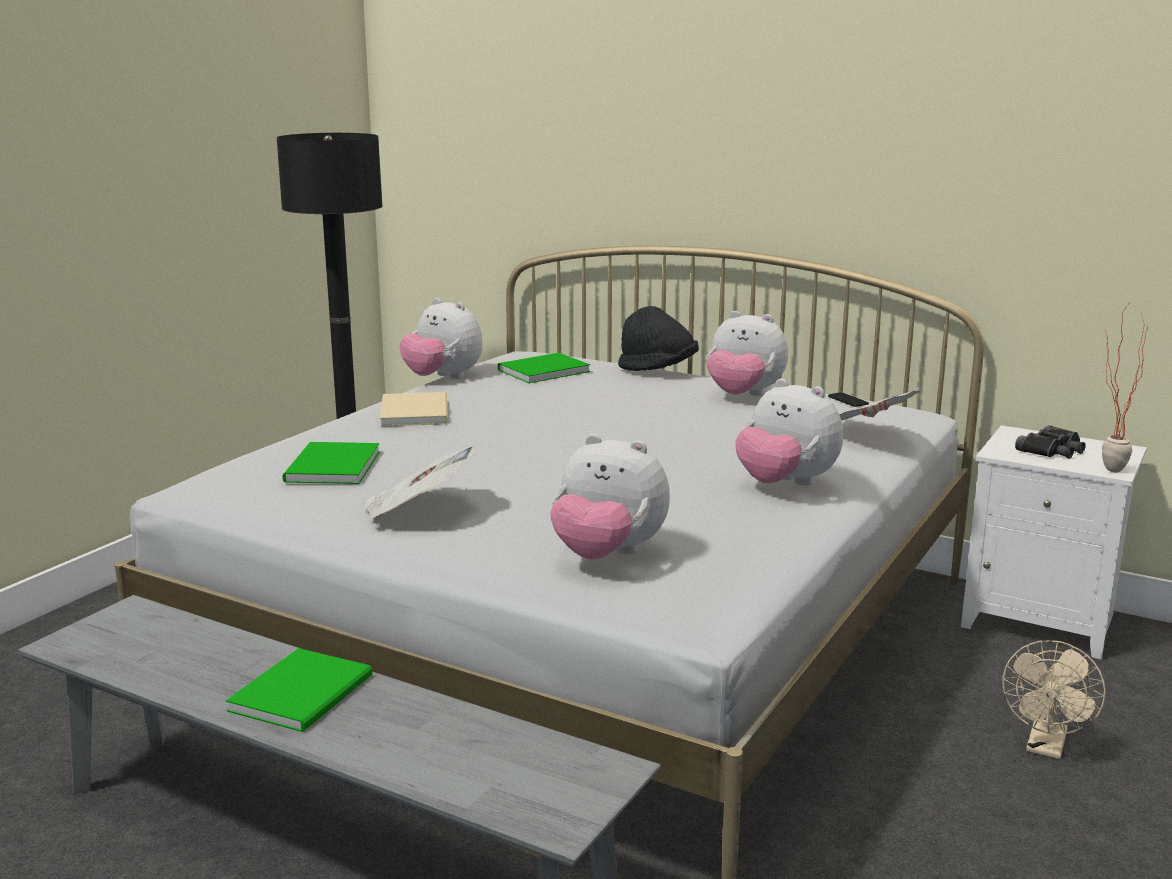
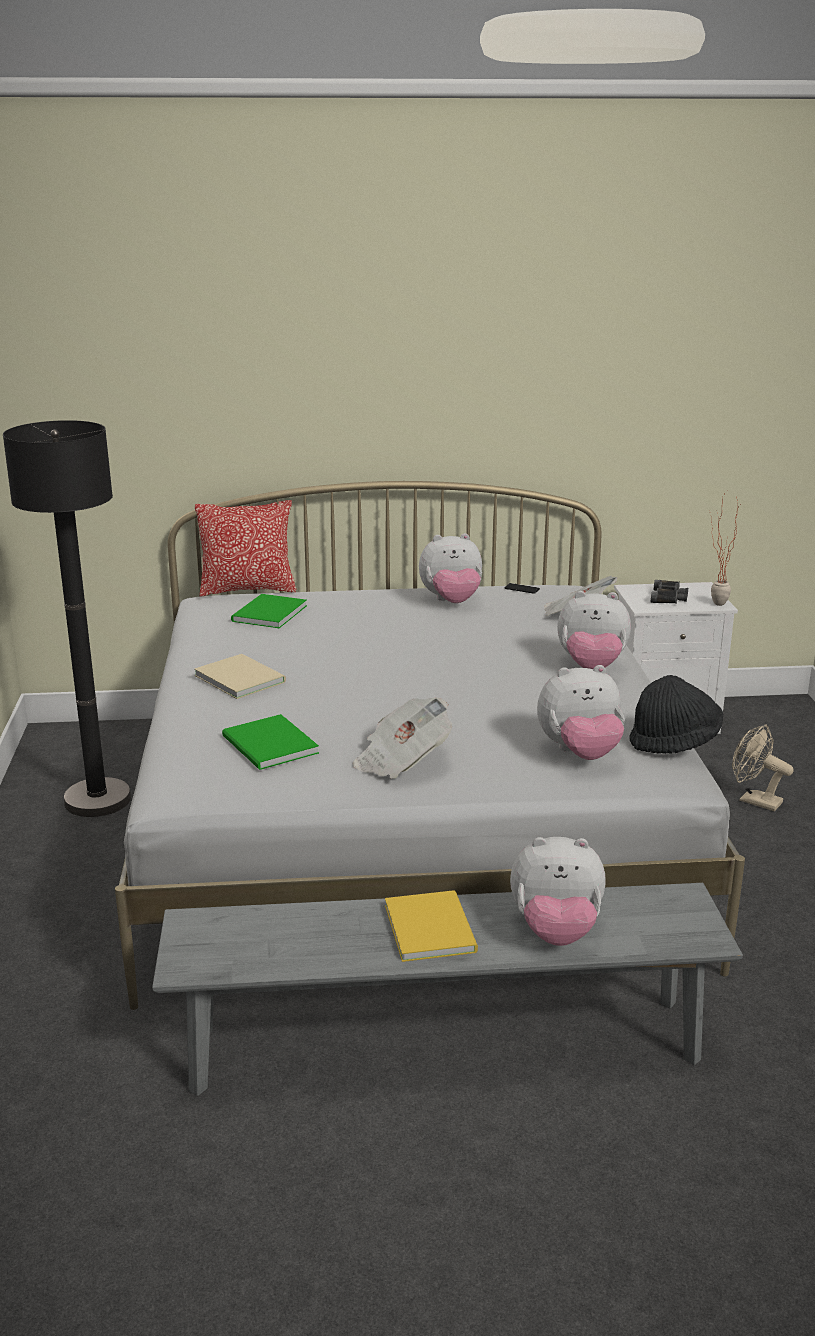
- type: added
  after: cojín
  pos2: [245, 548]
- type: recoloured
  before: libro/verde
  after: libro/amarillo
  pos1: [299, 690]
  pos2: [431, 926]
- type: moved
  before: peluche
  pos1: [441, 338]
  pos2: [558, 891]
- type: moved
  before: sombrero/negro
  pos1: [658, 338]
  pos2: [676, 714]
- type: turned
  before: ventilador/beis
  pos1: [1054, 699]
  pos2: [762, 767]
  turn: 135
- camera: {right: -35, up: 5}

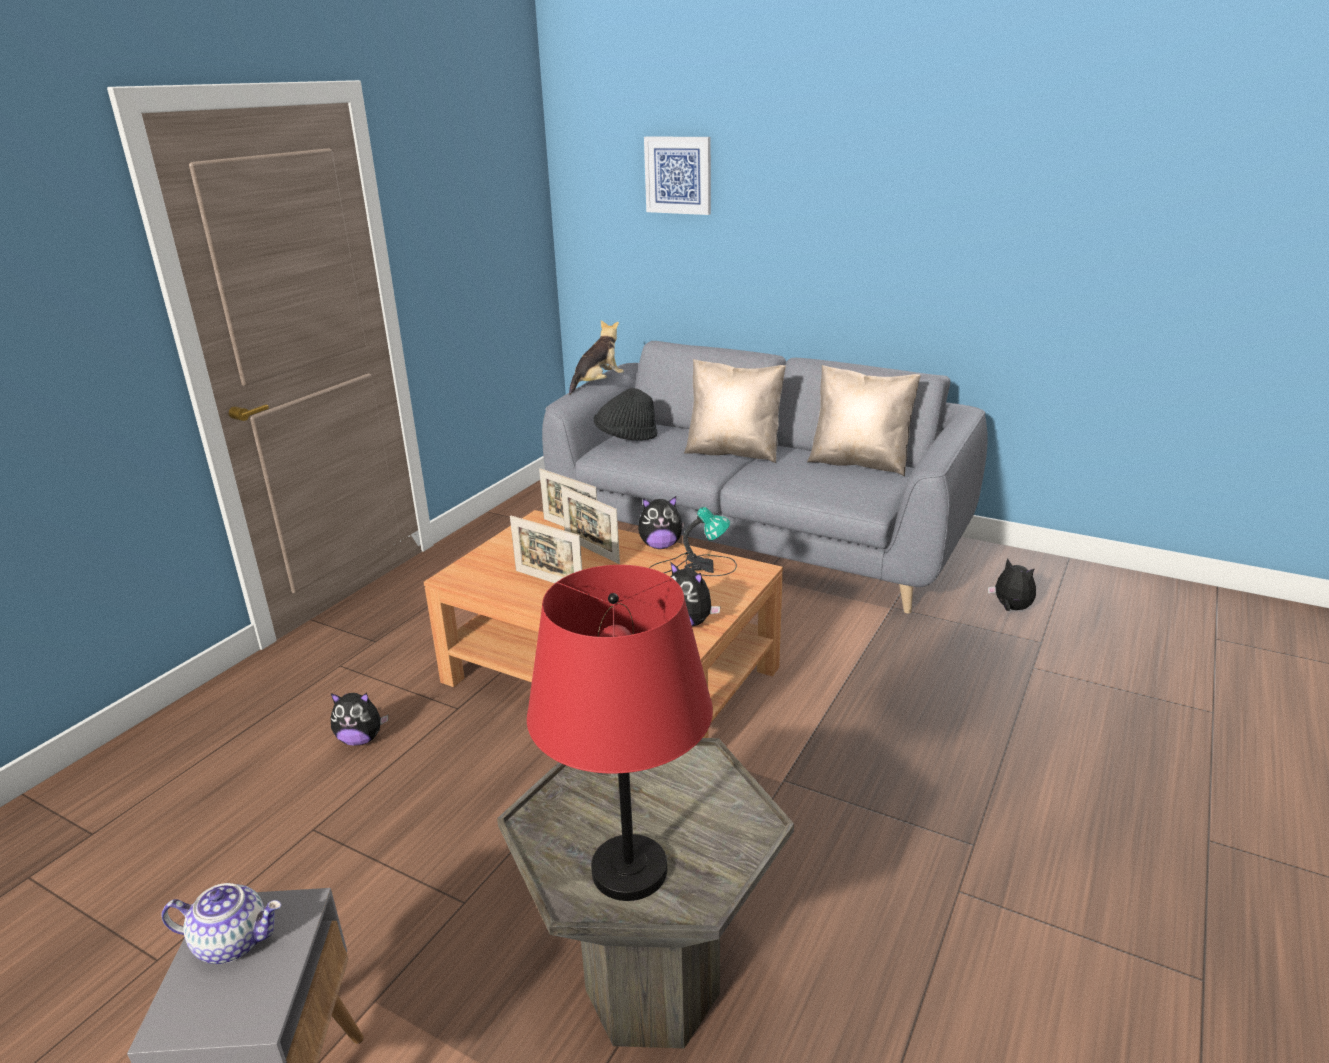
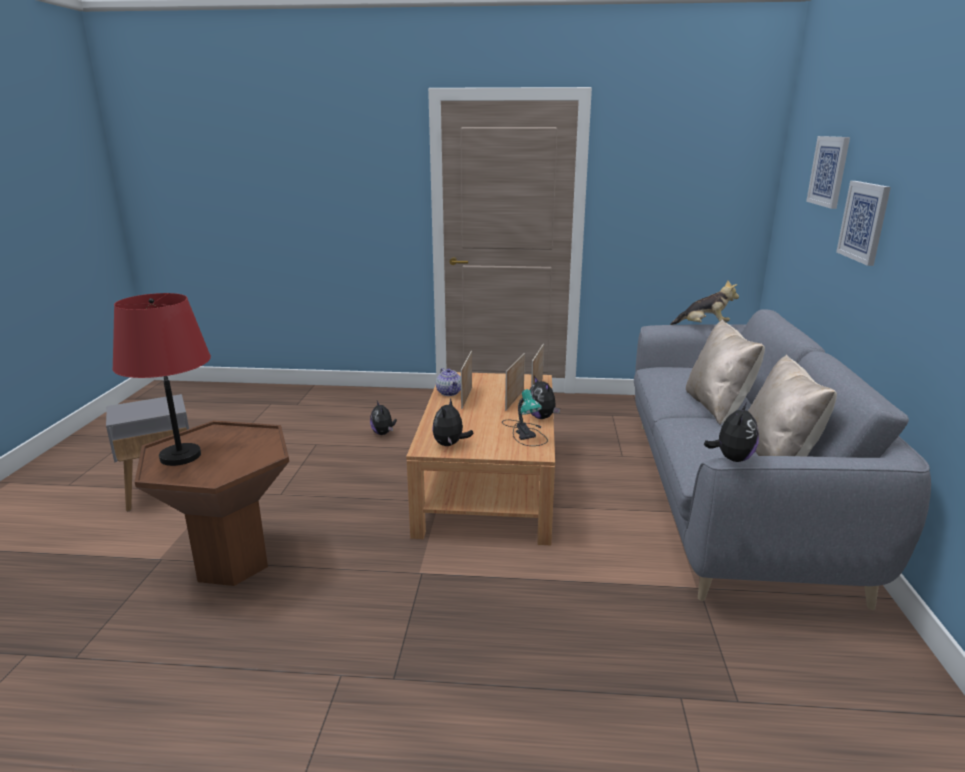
- type: recoloured
  before: mesa auxiliar/gris
  after: mesa auxiliar/marrón
  pos1: [645, 893]
  pos2: [212, 503]
- type: moved
  before: tetera
  pos1: [222, 923]
  pos2: [448, 382]
- type: moved
  before: peluche
  pos1: [1012, 584]
  pos2: [731, 432]
- type: added
  after: cuadro
  pos2: [863, 223]
- type: removed
  before: sombrero/negro
  pos1: [625, 414]
- camera: {right: 65, up: -5}

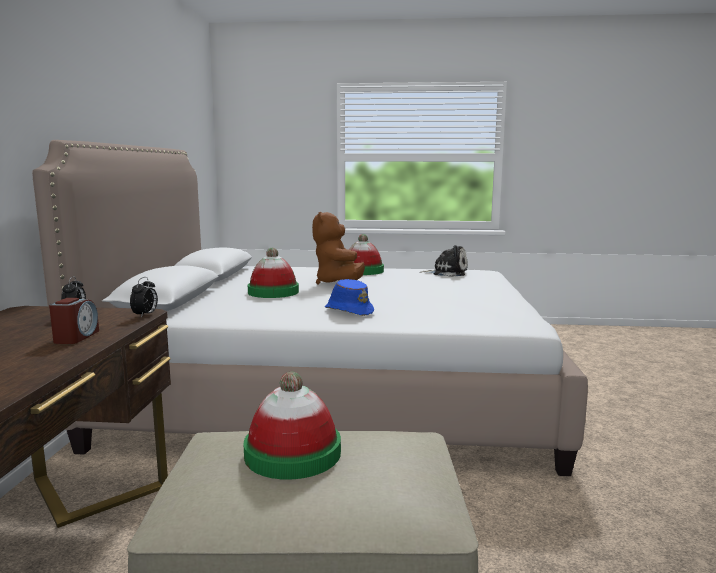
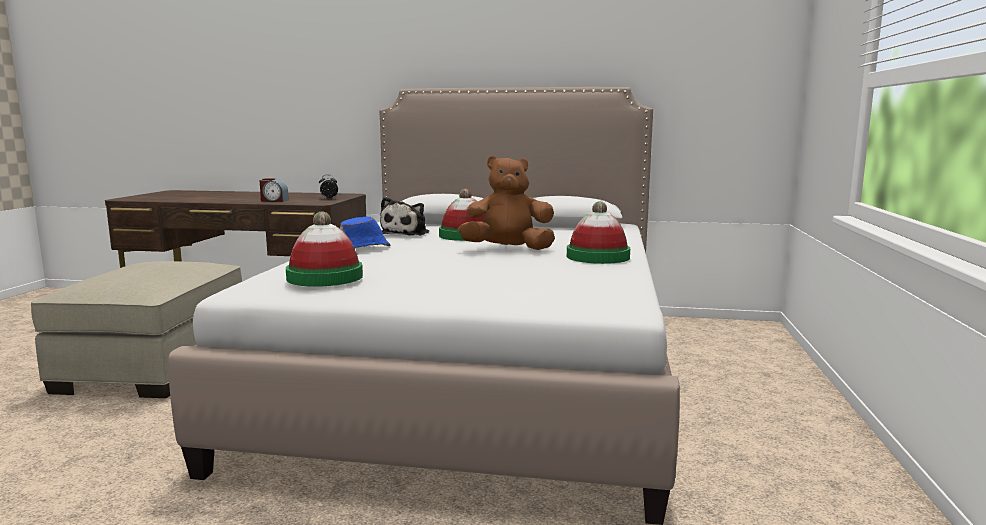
- type: moved
  before: sombrero
  pos1: [292, 426]
  pos2: [324, 249]
- type: moved
  before: peluche
  pos1: [444, 261]
  pos2: [404, 216]
- type: removed
  before: despertador
  pos1: [144, 297]
- camera: {right: 95, up: 0}

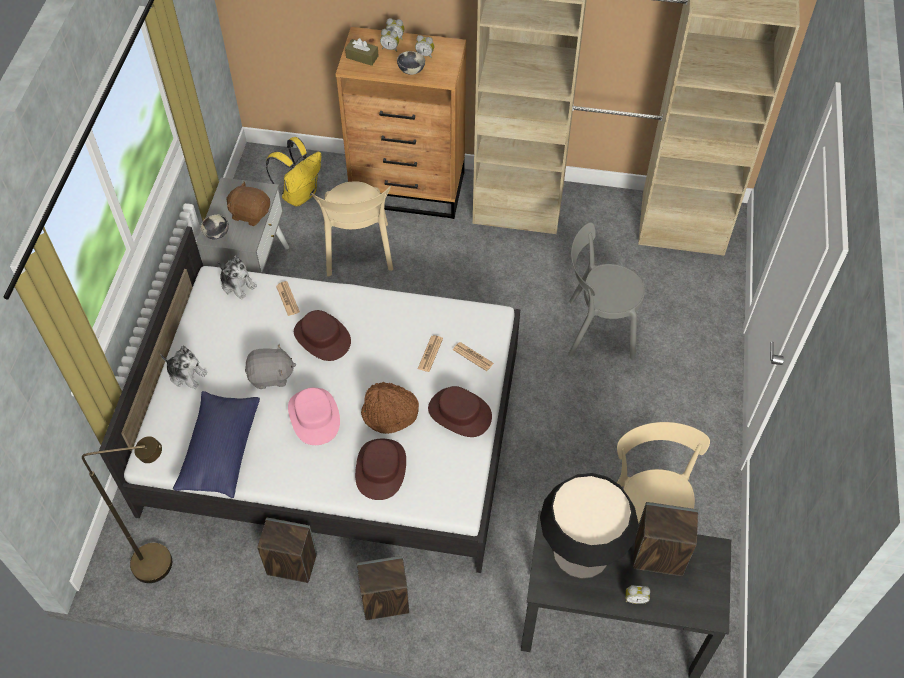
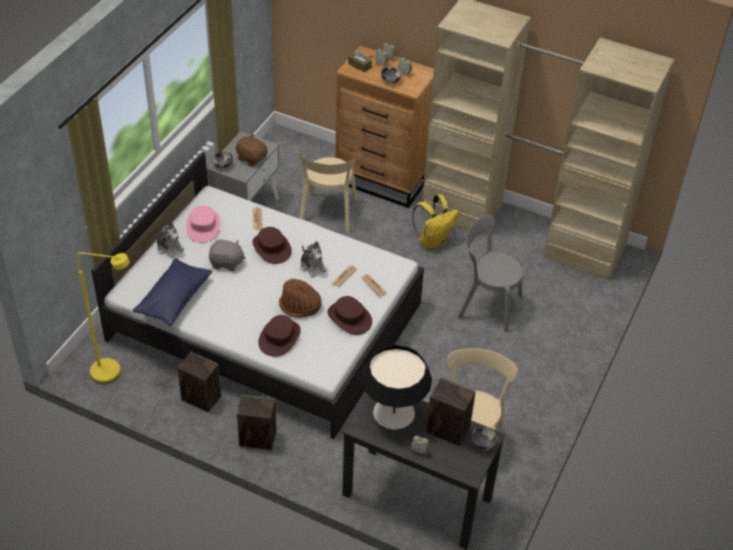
- type: recoloured
  before: lámpara de pie/marrón
  after: lámpara de pie/amarillo
  pos1: [127, 509]
  pos2: [103, 318]
- type: moved
  before: sombrero/rosa
  pos1: [314, 416]
  pos2: [203, 224]
- type: moved
  before: peluche
  pos1: [237, 277]
  pos2: [313, 259]
- type: moved
  before: mochila/amarillo
  pos1: [293, 171]
  pos2: [435, 222]
- type: added
  after: cuenco
  pos2: [484, 438]
- camera: {right: 15, up: -10}

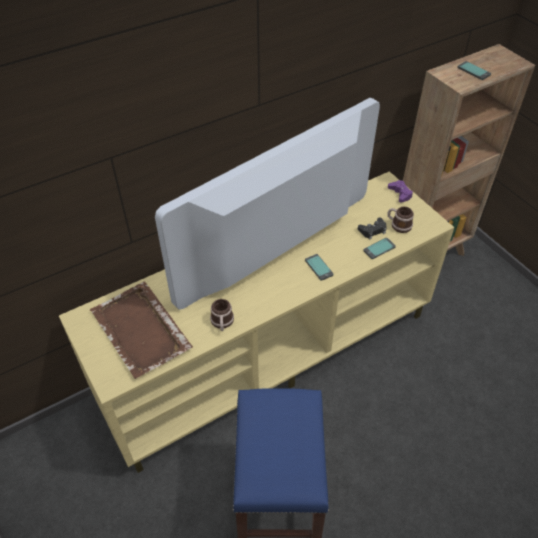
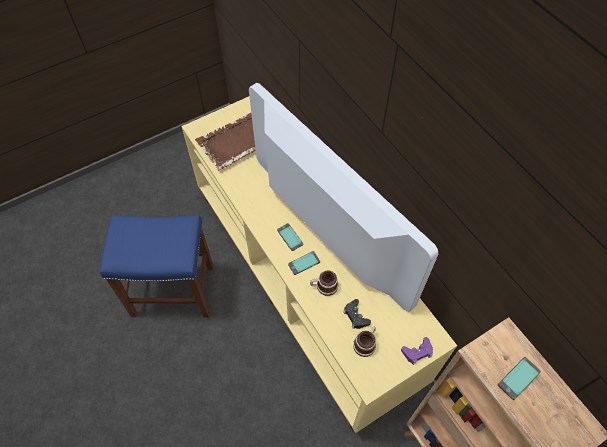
- type: moved
  before: móvil
  pos1: [379, 248]
  pos2: [290, 237]
- type: moved
  before: taza grande
  pos1: [222, 315]
  pos2: [324, 283]
- camera: {right: 90, up: 10}

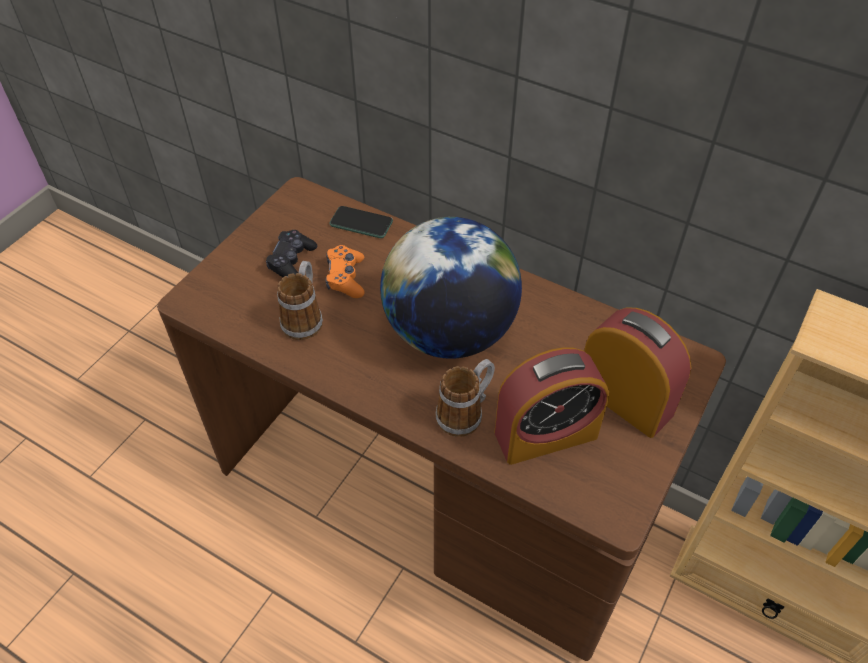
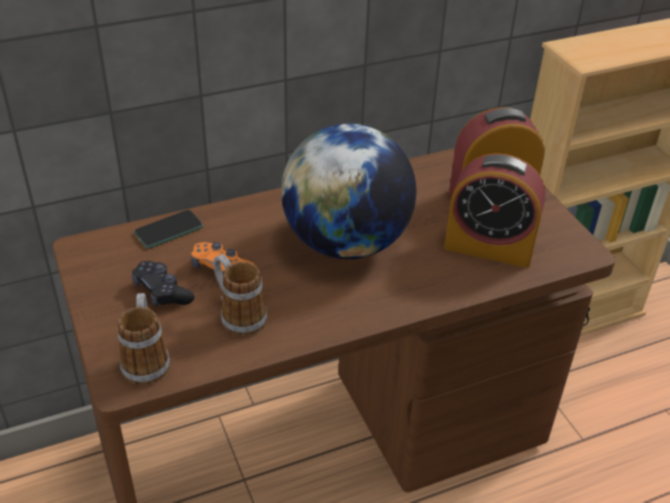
- type: moved
  before: taza grande
  pos1: [465, 398]
  pos2: [144, 339]
- type: turned
  before: despertador
  pos1: [551, 406]
  pos2: [494, 210]
  turn: 90
- camera: {right: -55, up: -10}

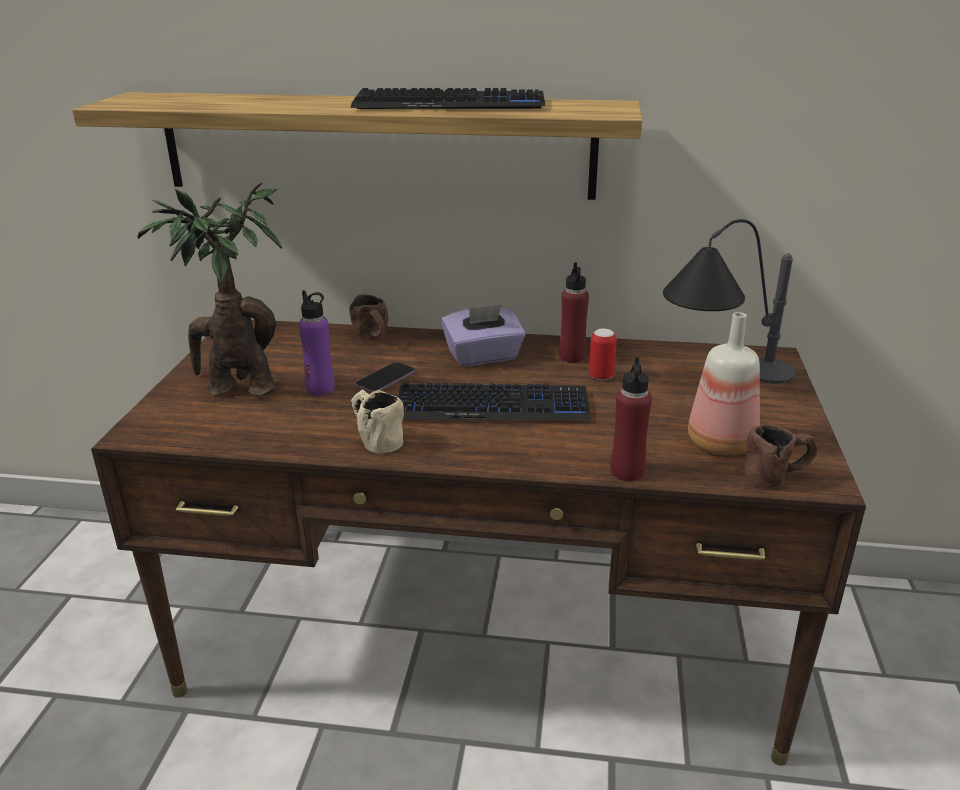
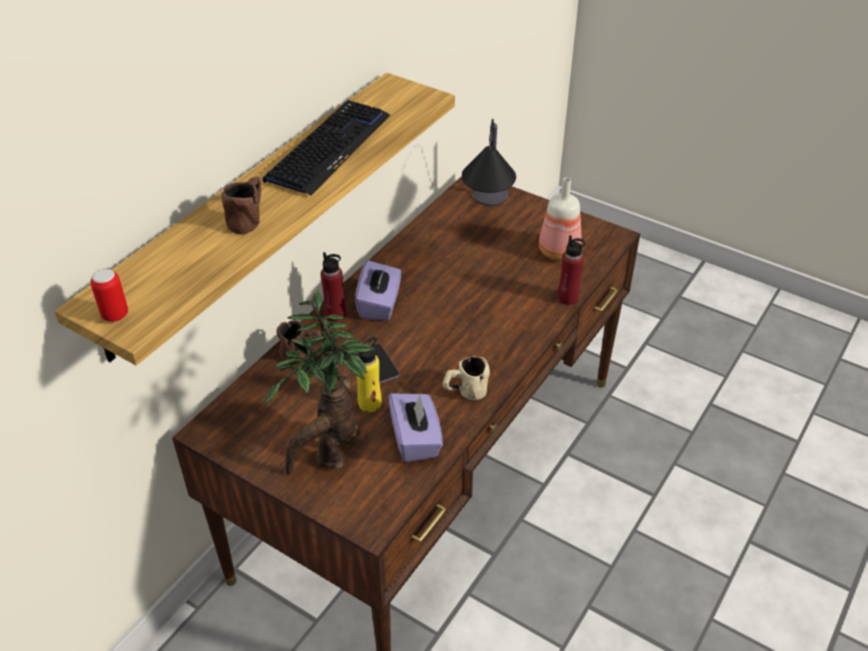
- type: moved
  before: lata
  pos1: [603, 354]
  pos2: [109, 295]
- type: moved
  before: taza grande/marrón
  pos1: [780, 456]
  pos2: [241, 205]
- type: moved
  before: botella/rojo
  pos1: [574, 313]
  pos2: [333, 287]
- type: recoloured
  before: botella/morado
  after: botella/amarillo
  pos1: [317, 343]
  pos2: [369, 374]
- type: added
  after: caja de pañuelos/morado
  pos2: [416, 427]
- type: removed
  before: teclado
  pos1: [494, 401]
- camera: {right: -65, up: 15}

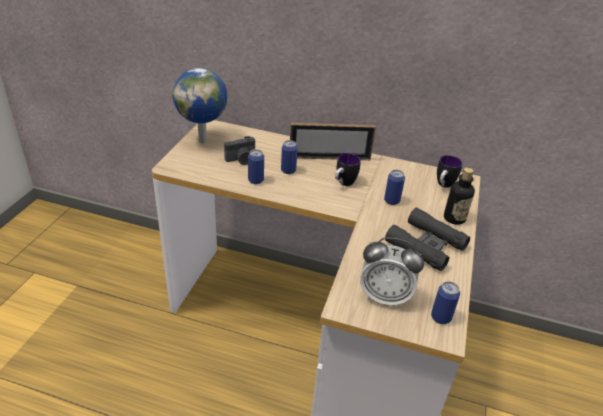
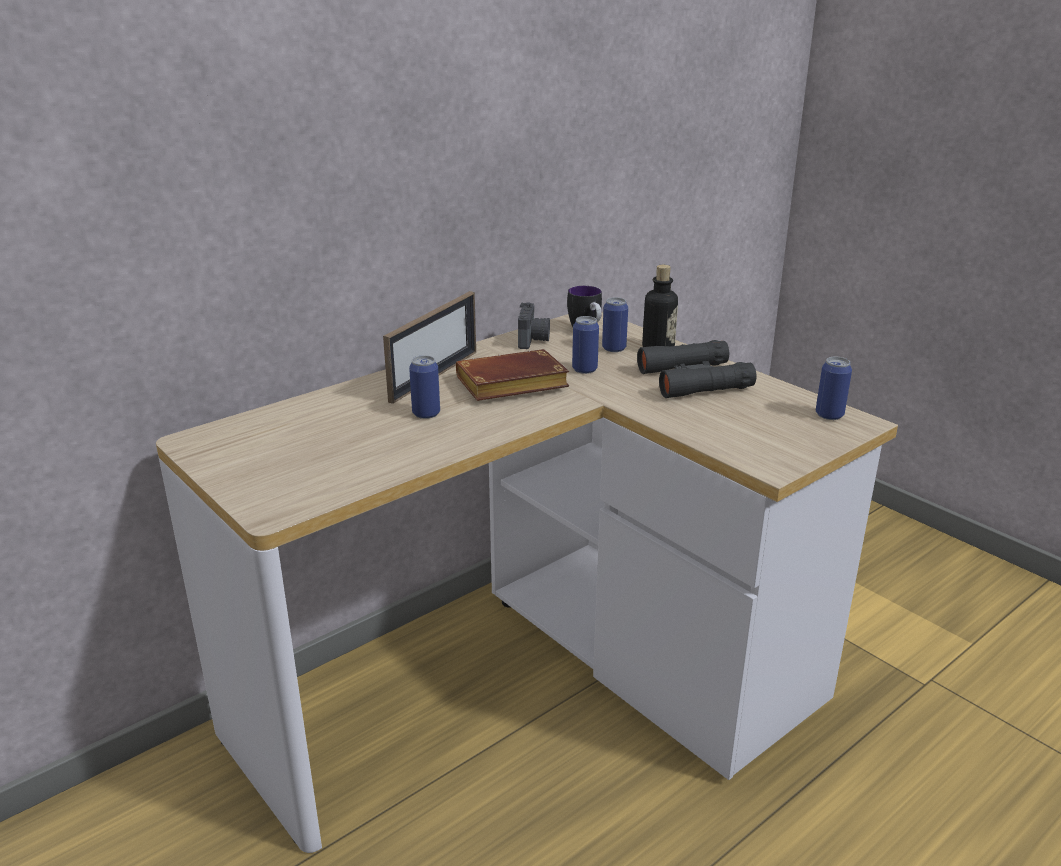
- type: replaced
  before: taza grande
  after: libro/marrón
  pos1: [348, 169]
  pos2: [512, 375]
- type: moved
  before: cámara
  pos1: [239, 150]
  pos2: [534, 326]
- type: moved
  before: lata
  pos1: [256, 166]
  pos2: [615, 324]
- type: removed
  before: globo terráqueo
  pos1: [200, 106]
- type: removed
  before: despertador
  pos1: [392, 272]
- camera: {right: -55, up: -10}

